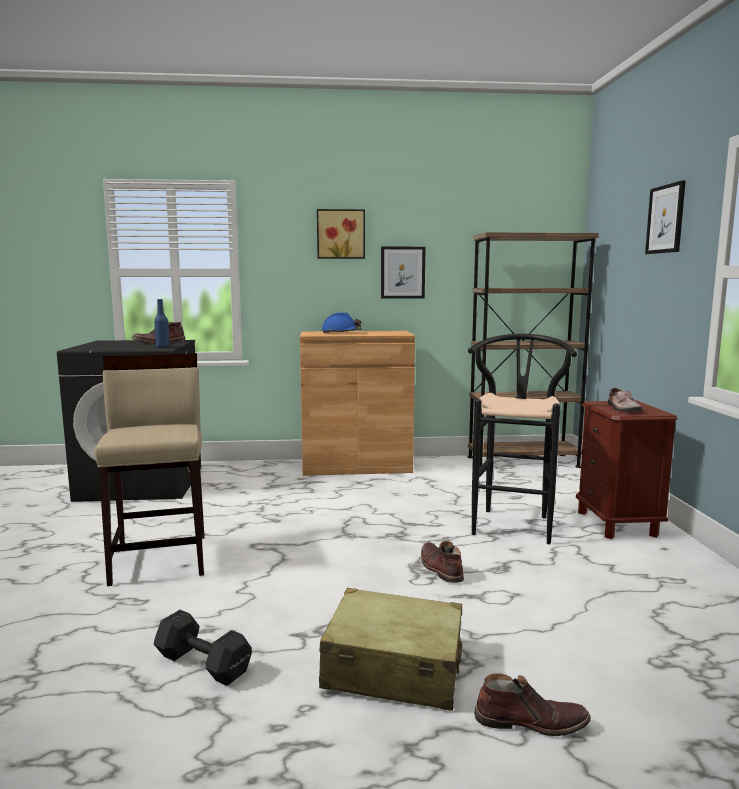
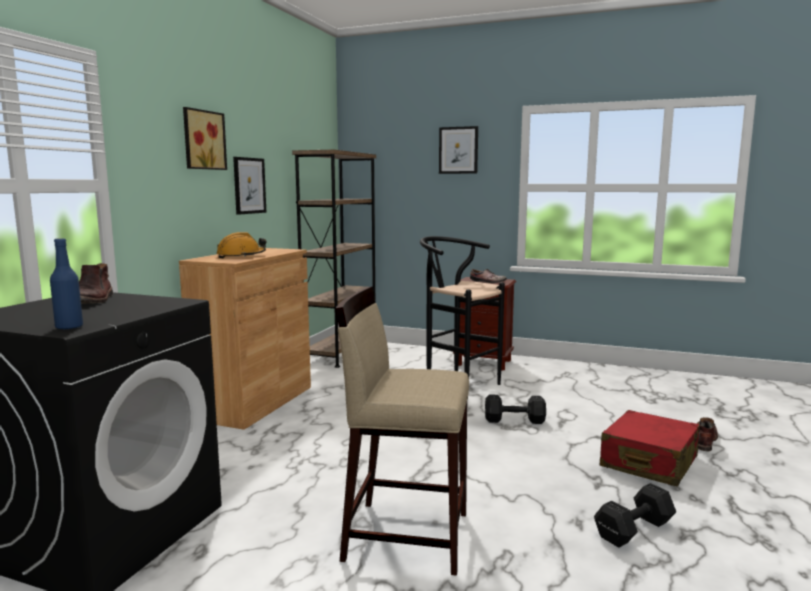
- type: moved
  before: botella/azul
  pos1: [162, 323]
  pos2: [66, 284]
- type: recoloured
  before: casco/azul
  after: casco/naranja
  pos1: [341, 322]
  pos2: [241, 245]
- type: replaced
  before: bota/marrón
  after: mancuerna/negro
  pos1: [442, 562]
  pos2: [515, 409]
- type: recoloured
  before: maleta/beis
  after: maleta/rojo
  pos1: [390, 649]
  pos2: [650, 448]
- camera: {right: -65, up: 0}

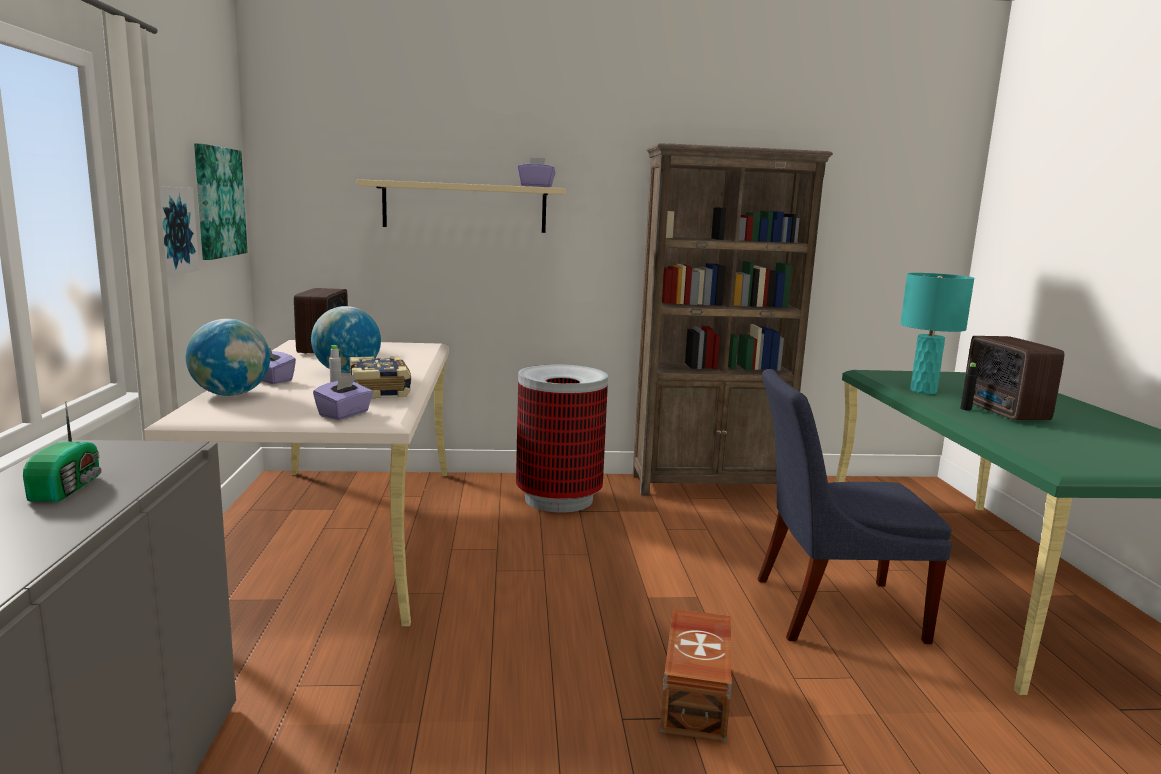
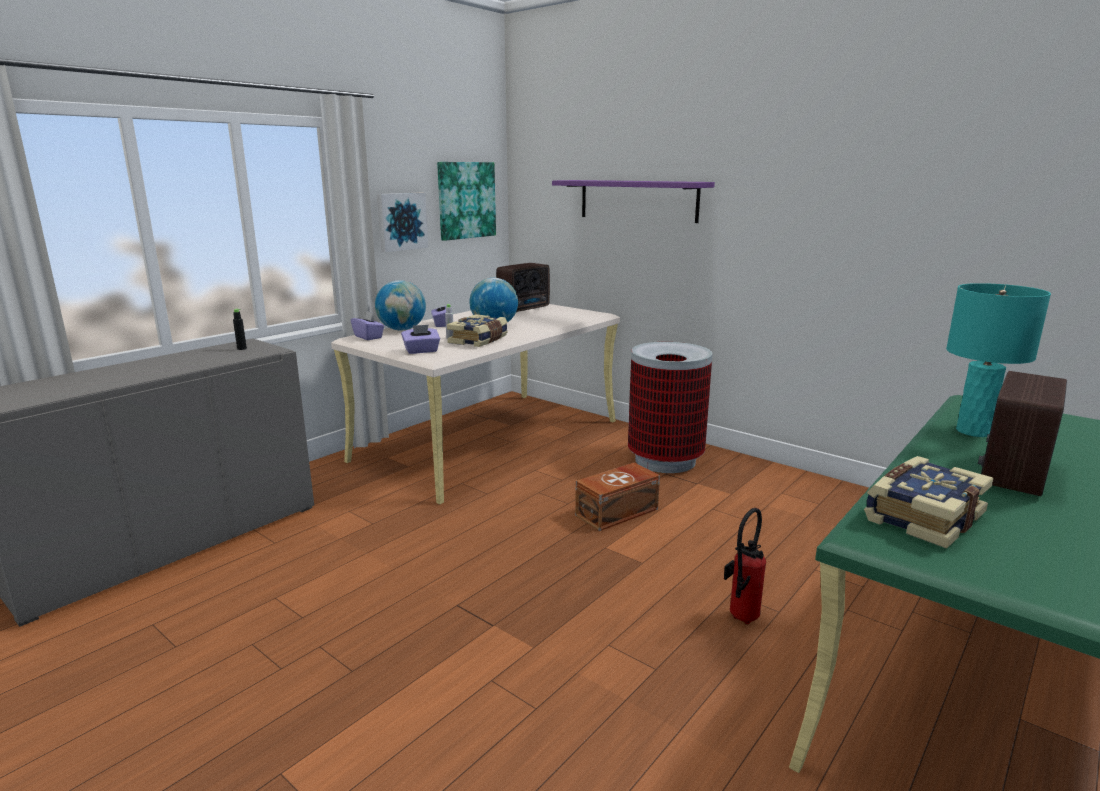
- type: moved
  before: botella/negro
  pos1: [968, 386]
  pos2: [240, 329]
- type: moved
  before: caja de pañuelos/morado
  pos1: [536, 172]
  pos2: [367, 325]
- type: recoloured
  before: estante/beis
  after: estante/morado
  pos1: [461, 206]
  pos2: [633, 201]
- type: moved
  before: caja de almacenaje/marrón
  pos1: [696, 675]
  pos2: [617, 496]
- type: replaced
  before: silla/azul
  after: extintor
  pos1: [855, 506]
  pos2: [745, 566]
- type: added
  after: libro
  pos2: [929, 502]
- type: removed
  before: radio
  pos1: [62, 451]
- type: removed
  before: estantería/marrón
  pos1: [733, 319]
- camera: {right: 45, up: 5}

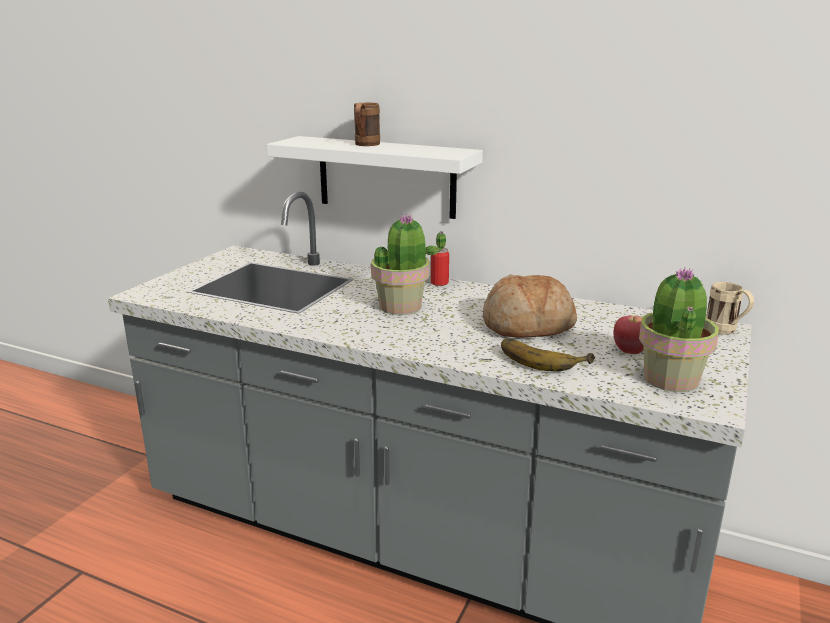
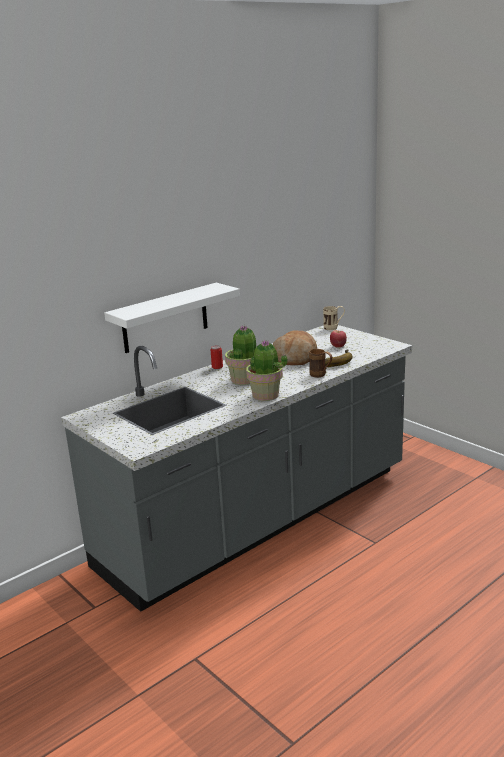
- type: moved
  before: planta en maceta
  pos1: [679, 330]
  pos2: [266, 370]
- type: moved
  before: taza grande/marrón
  pos1: [367, 124]
  pos2: [320, 363]
- camera: {right: -65, up: 0}

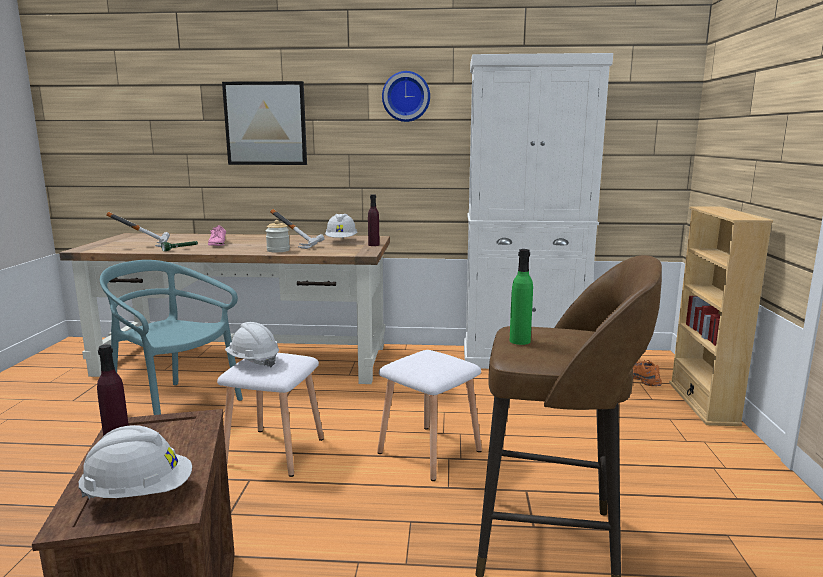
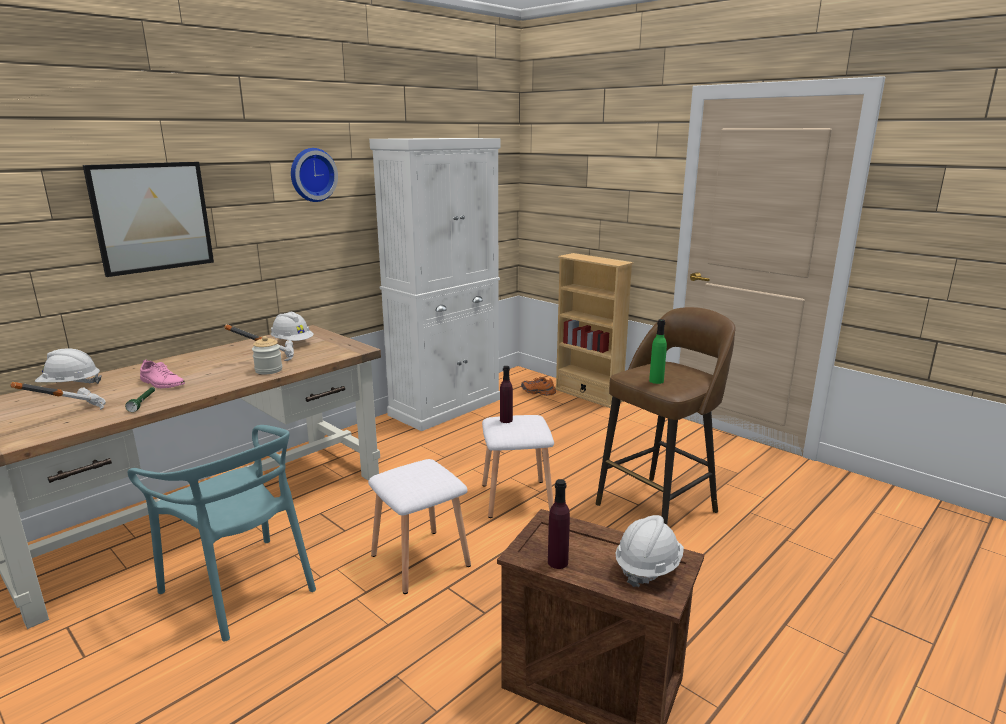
- type: moved
  before: casco/blanco
  pos1: [252, 345]
  pos2: [68, 366]
- type: turned
  before: silla/turquesa
  pos1: [171, 337]
  pos2: [222, 533]
  turn: -120
- type: moved
  before: botella/morado
  pos1: [374, 220]
  pos2: [506, 394]
- camera: {right: -50, up: 5}

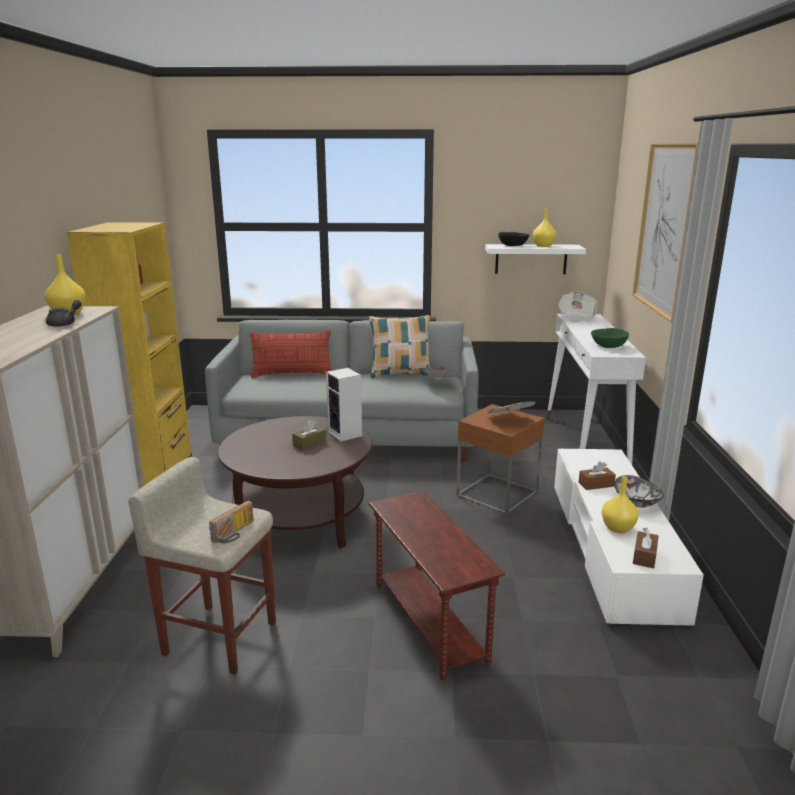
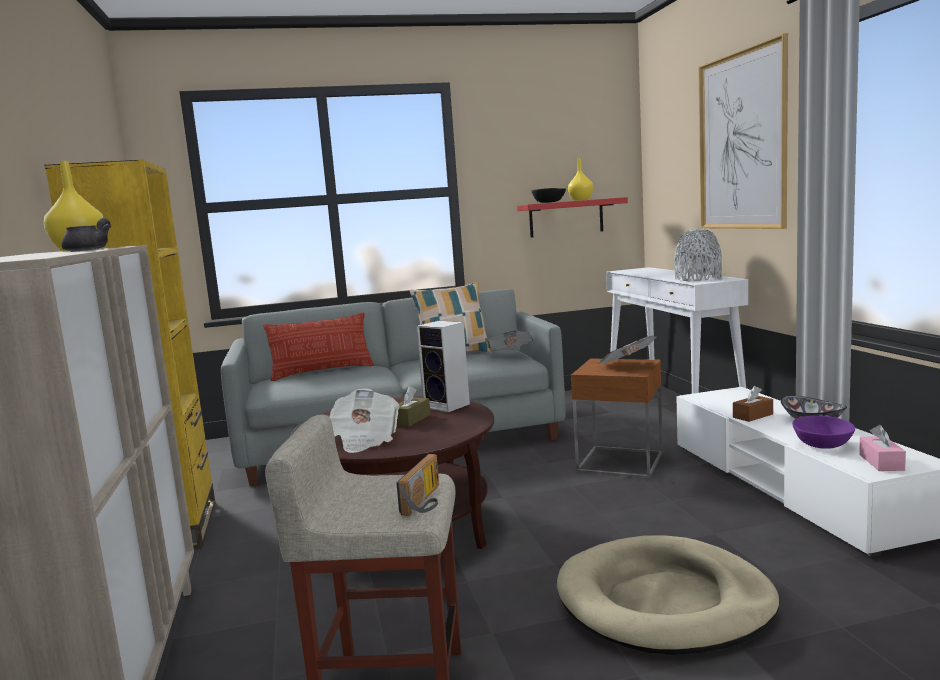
- type: moved
  before: periódico
  pos1: [578, 306]
  pos2: [364, 420]
- type: recoloured
  before: estante/blanco
  after: estante/rojo
  pos1: [535, 259]
  pos2: [572, 217]
- type: replaced
  before: mesa auxiliar/marrón
  after: cama para perro/beis
  pos1: [437, 586]
  pos2: [668, 595]
- type: replaced
  before: cuenco/verde
  after: florero/gris
  pos1: [610, 338]
  pos2: [698, 255]
- type: replaced
  before: florero/amarillo
  after: cuenco/morado
  pos1: [620, 504]
  pos2: [823, 432]
- type: recoloured
  before: caja de pañuelos/marrón
  after: caja de pañuelos/rosa
  pos1: [646, 548]
  pos2: [882, 448]
- camera: {right: -15, up: -10}

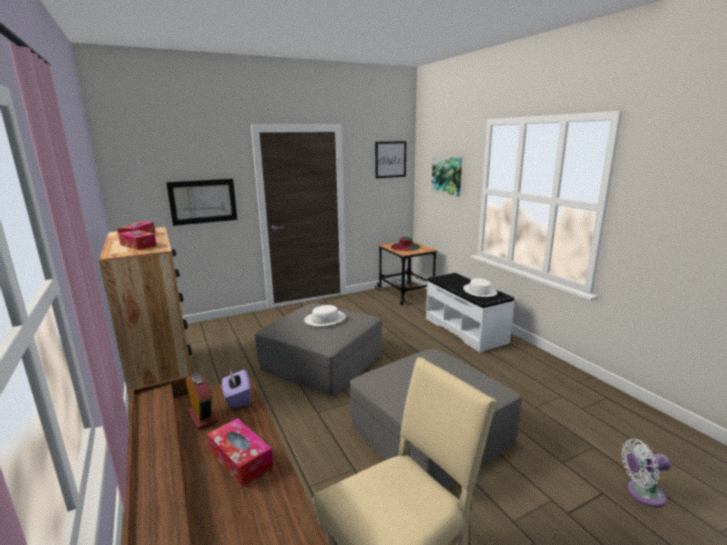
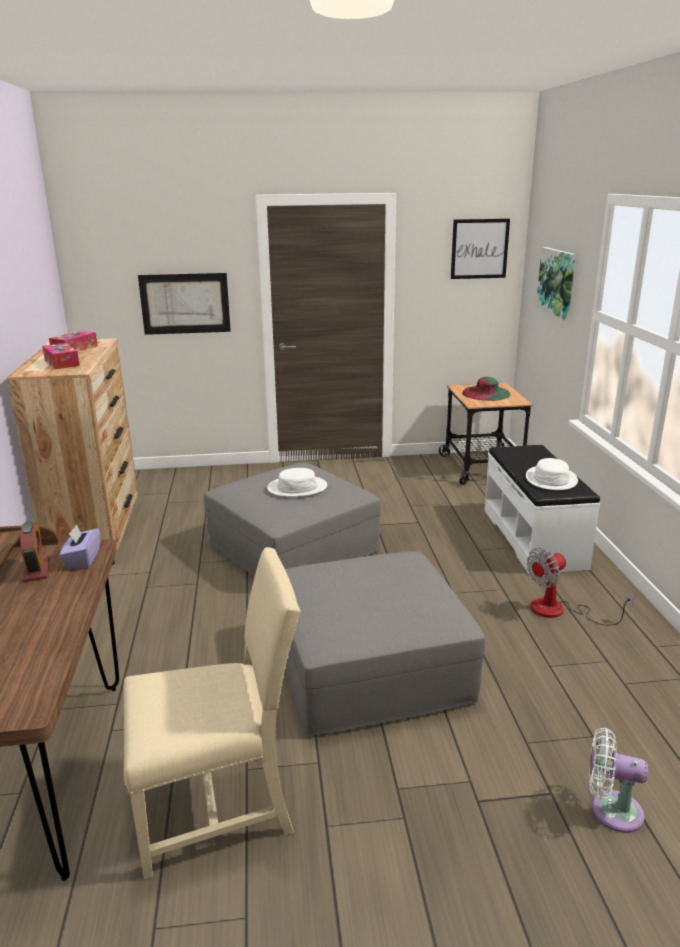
- type: added
  after: ventilador
  pos2: [580, 587]
- type: removed
  before: caja de pañuelos
  pos1: [240, 452]
- camera: {right: 20, up: 5}

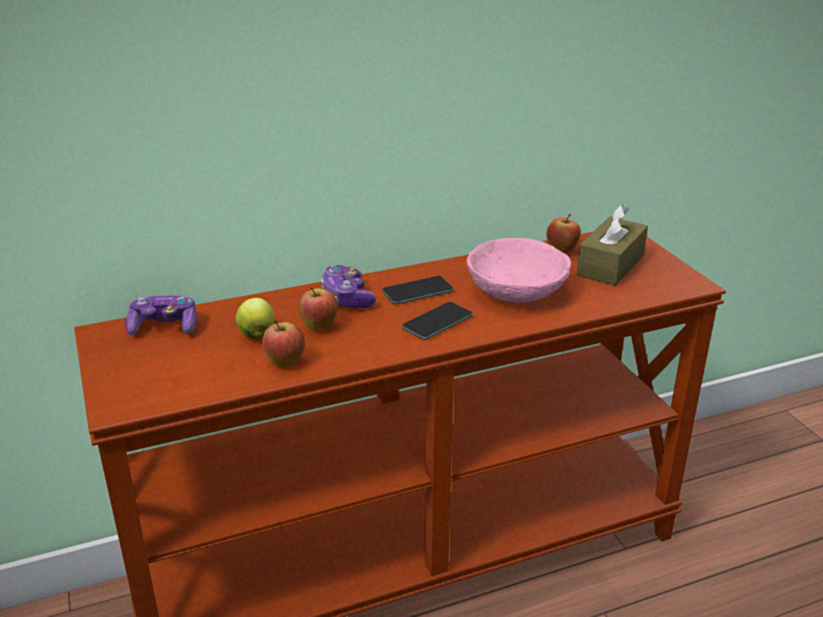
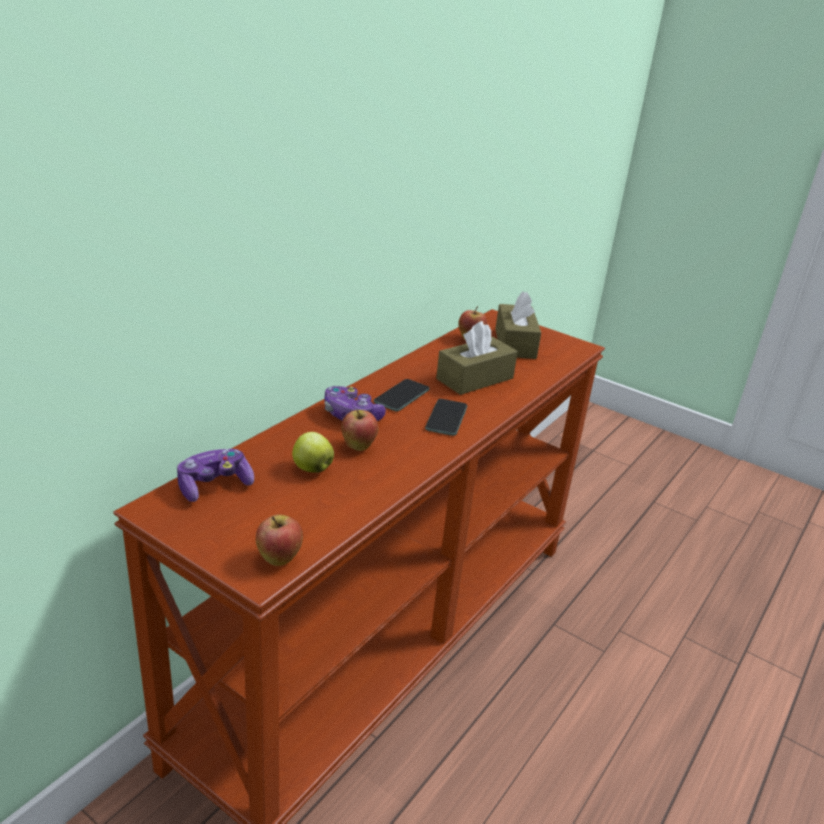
- type: moved
  before: manzana
  pos1: [283, 343]
  pos2: [279, 540]
- type: replaced
  before: cuenco/rosa
  after: caja de pañuelos/marrón
  pos1: [519, 270]
  pos2: [477, 358]
- camera: {right: -35, up: 0}

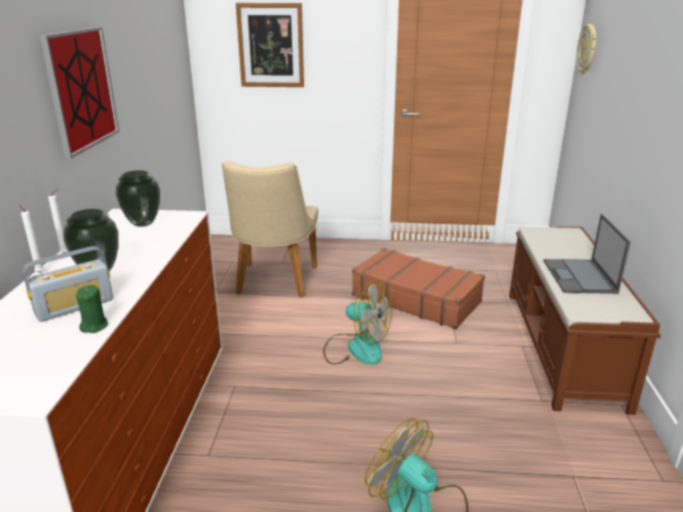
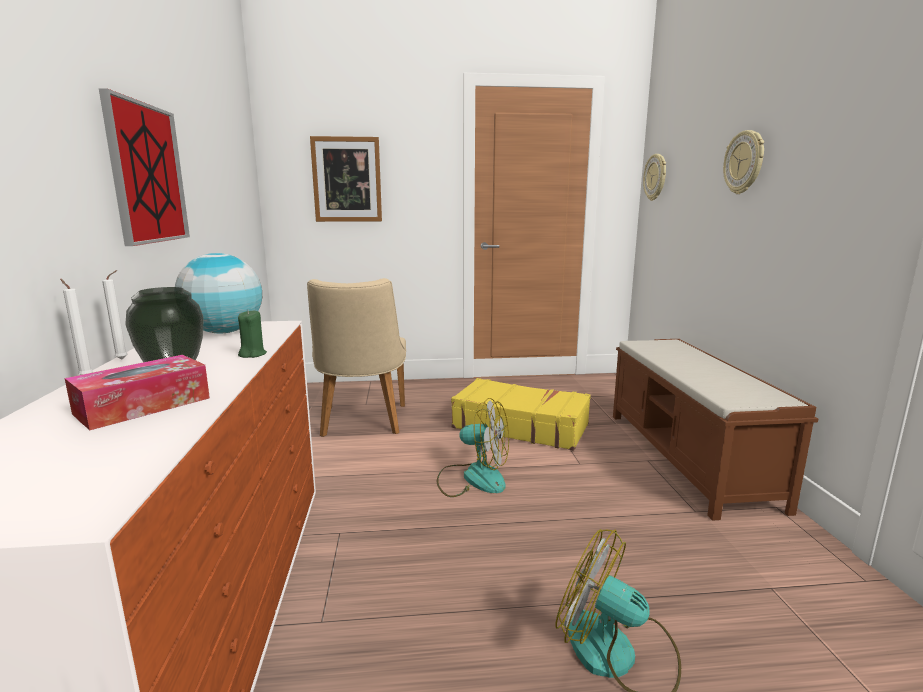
- type: replaced
  before: radio
  after: caja de pañuelos
  pos1: [68, 284]
  pos2: [137, 392]
- type: replaced
  before: florero
  after: globo terráqueo
  pos1: [138, 198]
  pos2: [218, 293]
- type: moved
  before: vela/verde
  pos1: [92, 309]
  pos2: [252, 334]
- type: recoloured
  before: maleta/marrón
  after: maleta/amarillo
  pos1: [418, 288]
  pos2: [521, 414]
- type: added
  after: reloj de pared
  pos2: [743, 162]
- type: removed
  before: portátil
  pos1: [587, 254]
- camera: {right: -10, up: -10}

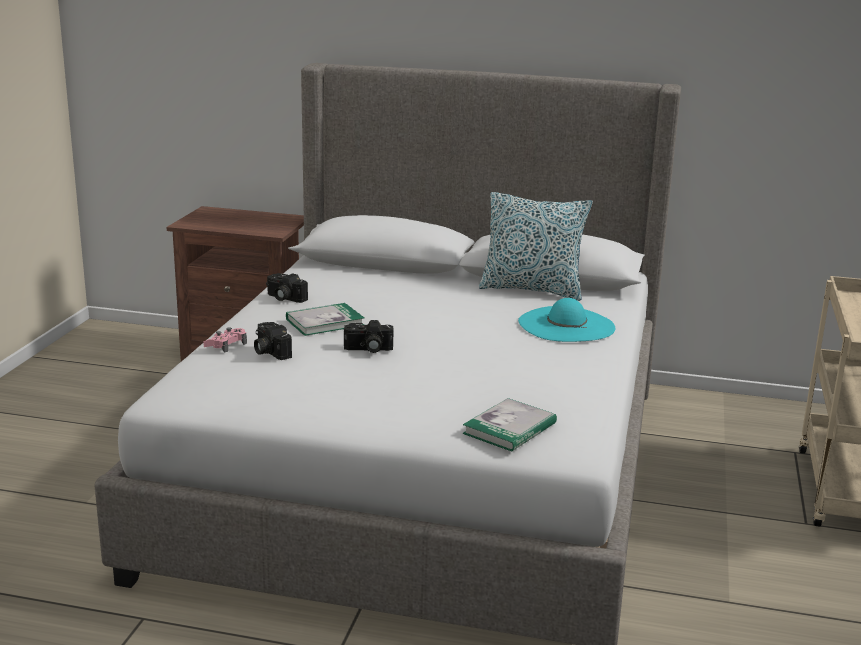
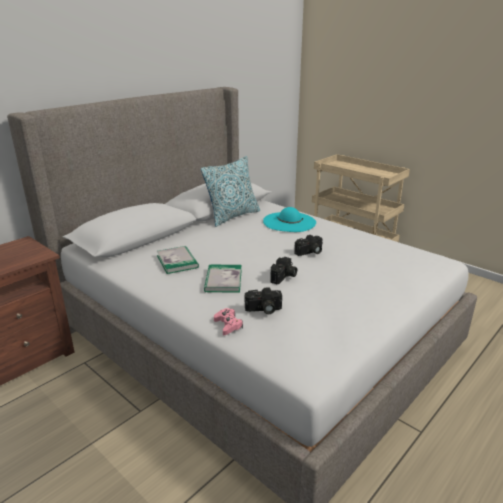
- type: moved
  before: libro
  pos1: [509, 425]
  pos2: [178, 260]
- type: moved
  before: cámara
  pos1: [287, 288]
  pos2: [308, 245]
- camera: {right: -60, up: 5}

